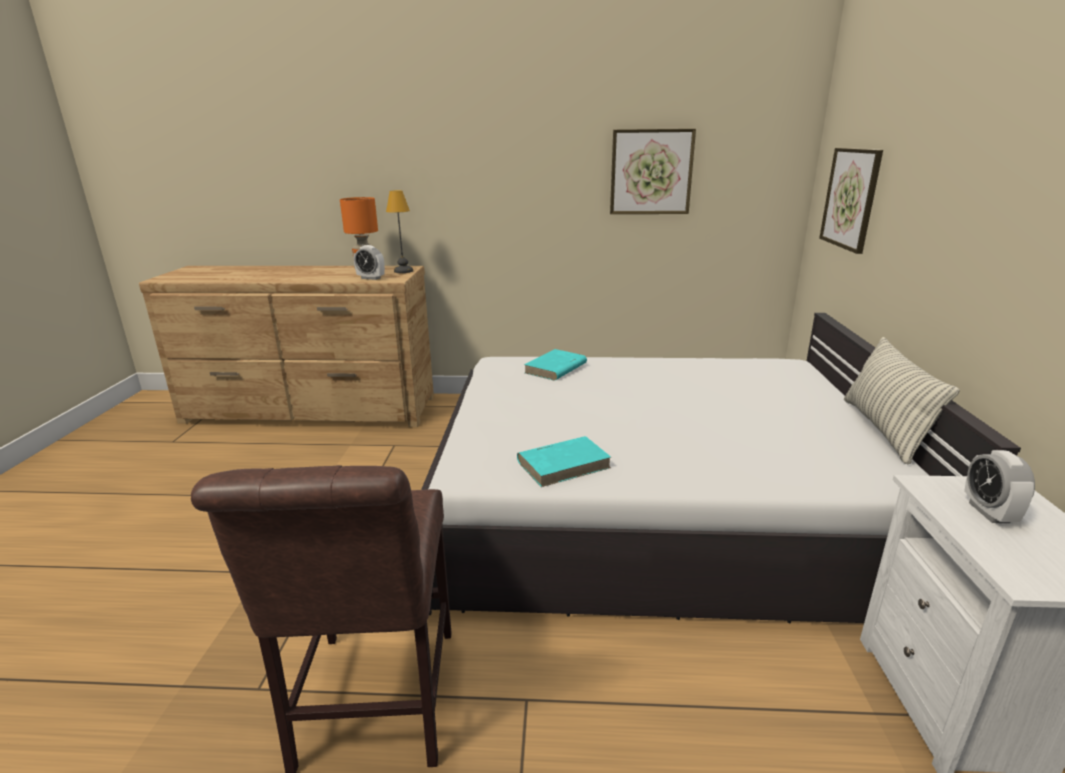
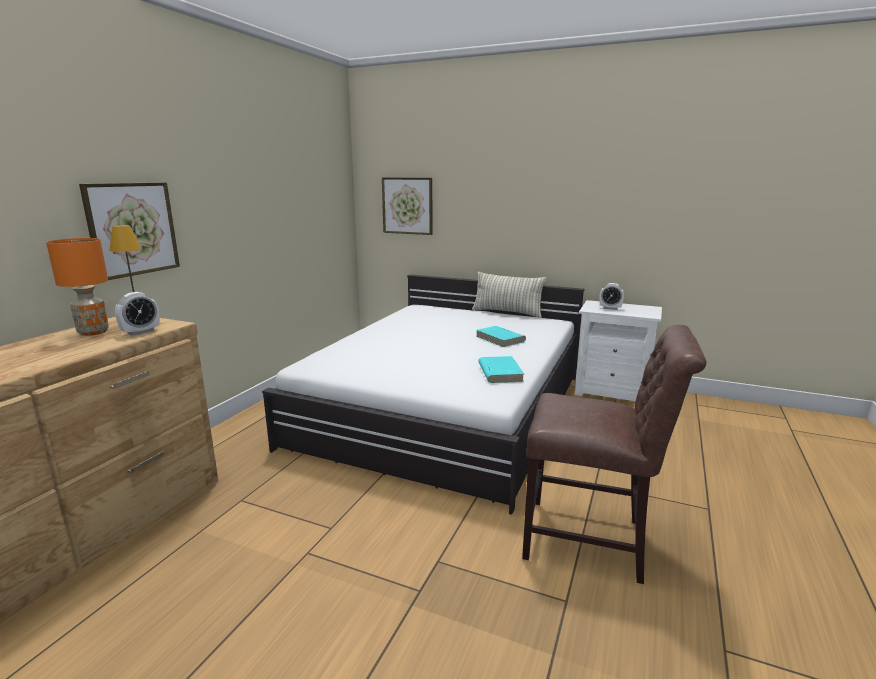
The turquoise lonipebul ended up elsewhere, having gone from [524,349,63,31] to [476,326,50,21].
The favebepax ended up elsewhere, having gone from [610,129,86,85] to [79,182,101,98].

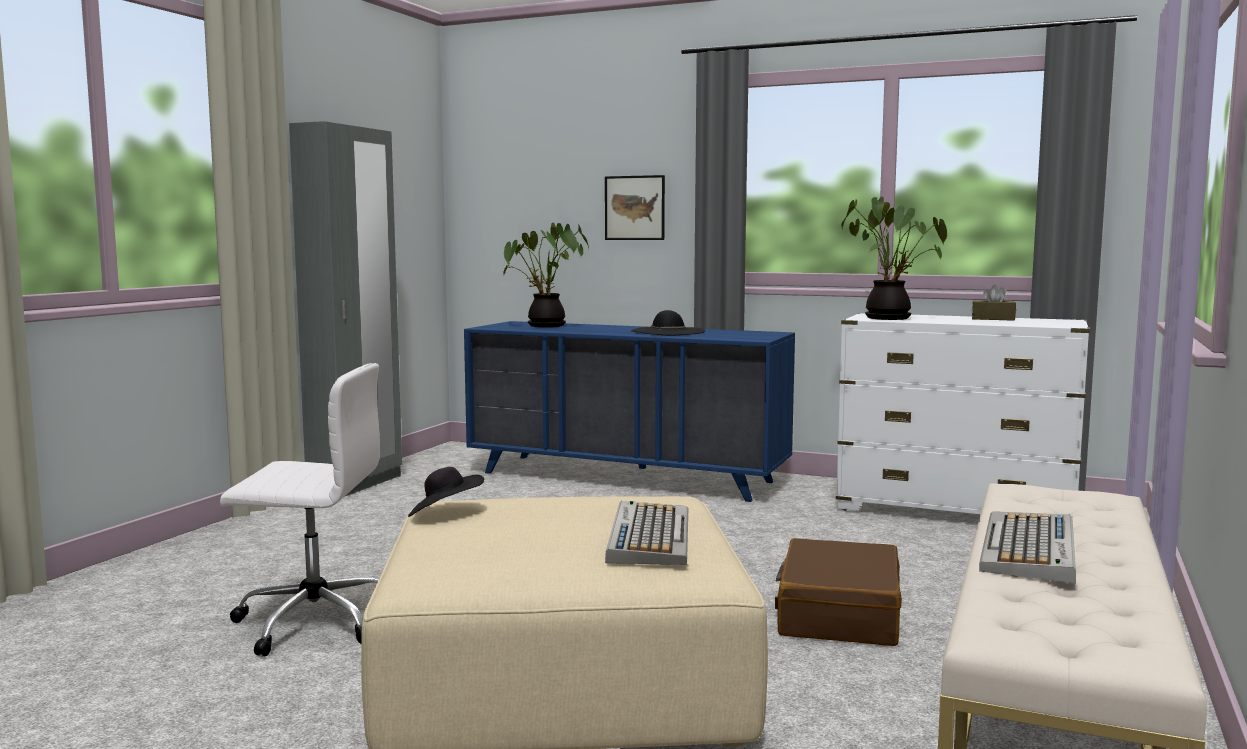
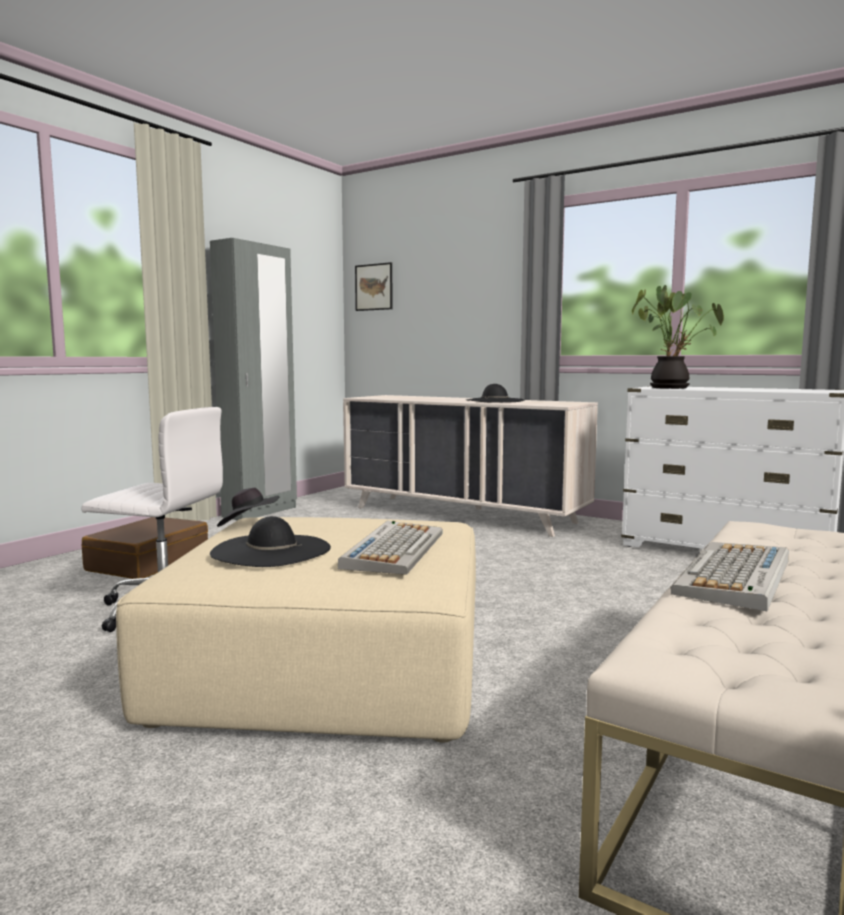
The second view lost the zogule at [503,223,86,104].
The second view lost the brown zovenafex at [972,285,44,36].
The second view gained the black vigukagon at [210,516,121,51].
The favebepax ended up elsewhere, having gone from [605,175,60,65] to [355,262,38,49].
The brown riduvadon ended up elsewhere, having gone from [775,538,127,108] to [82,517,126,62].
What was the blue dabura at [464,321,331,181] turned into the beige dabura at [343,395,255,142].

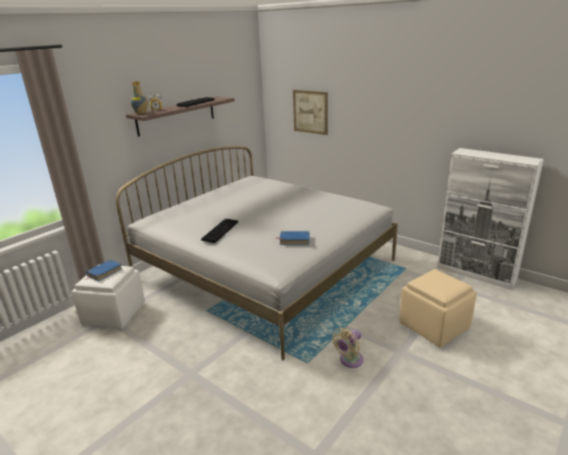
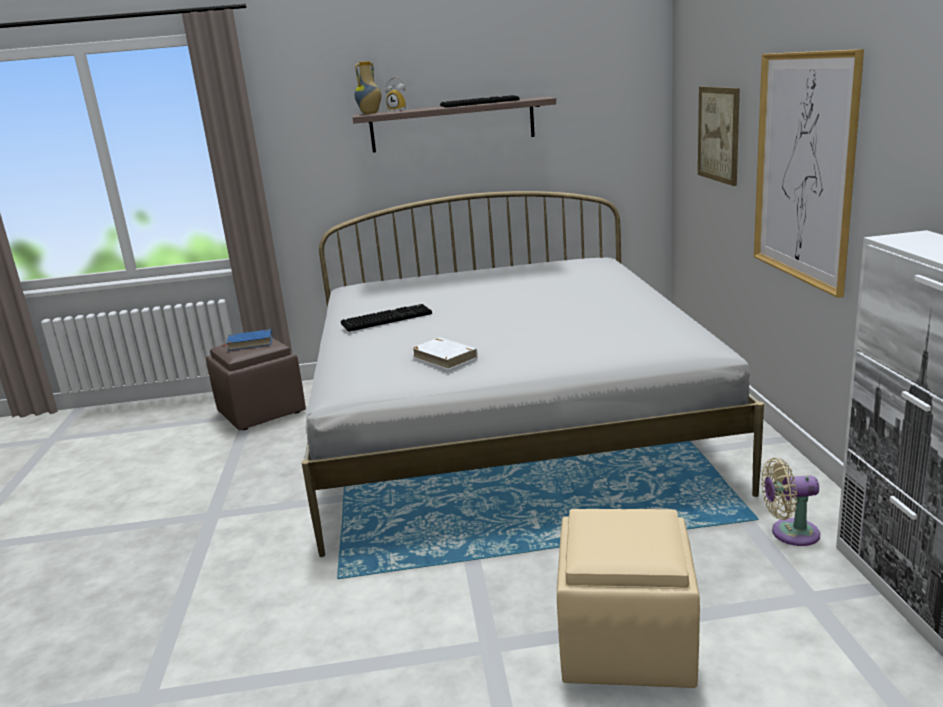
The second view gained the favebepax at [754,49,110,249].
The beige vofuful ended up elsewhere, having gone from [332,328,31,40] to [761,458,59,88].
What was the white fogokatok at [71,264,74,64] turned into the brown fogokatok at [206,337,100,93].
What was the blue lonipebul at [276,231,33,14] turned into the white lonipebul at [412,337,66,33].

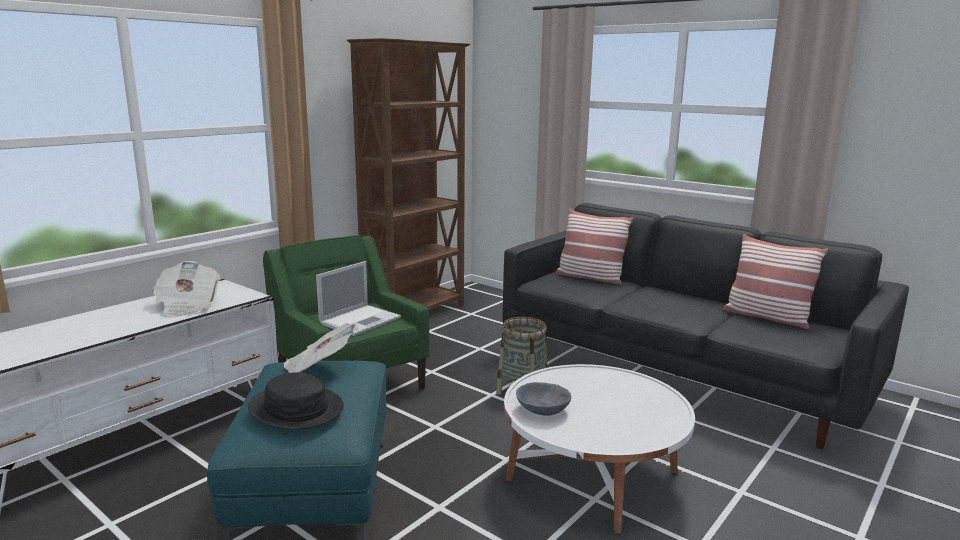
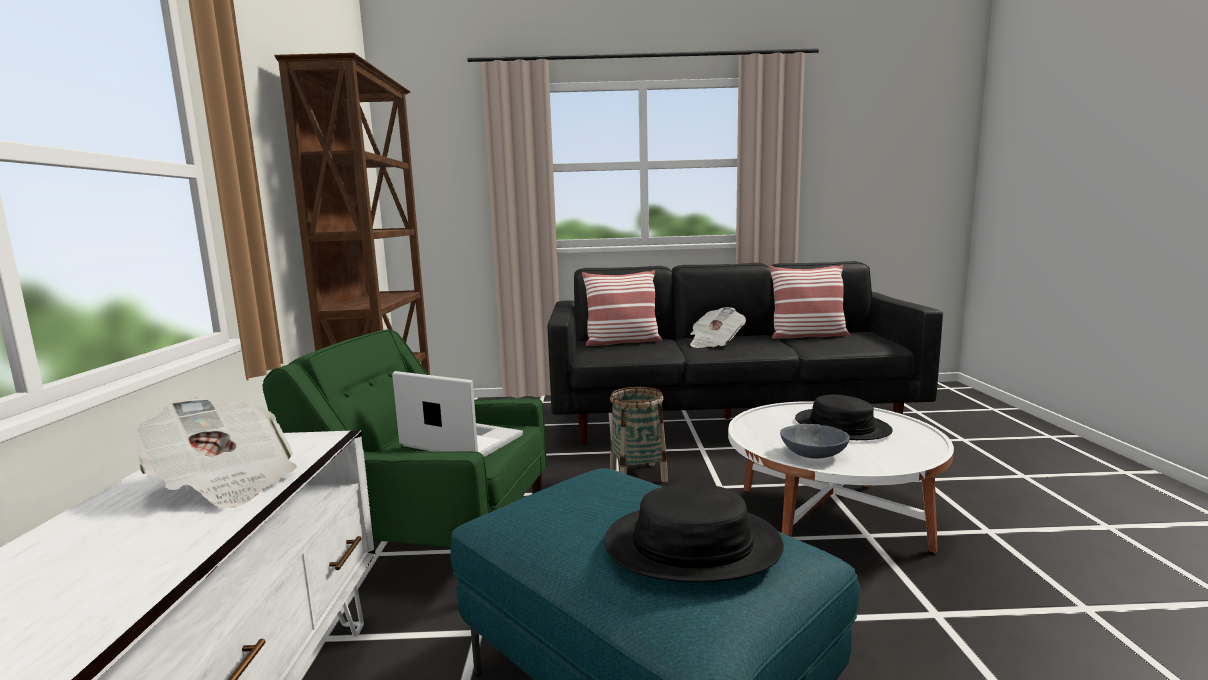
The second view gained the black vigukagon at [795,395,98,45].
The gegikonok ended up elsewhere, having gone from [283,323,75,50] to [690,307,56,41].
The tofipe at [316,261,85,75] ended up facing another way, 60 degrees counterclockwise from before.

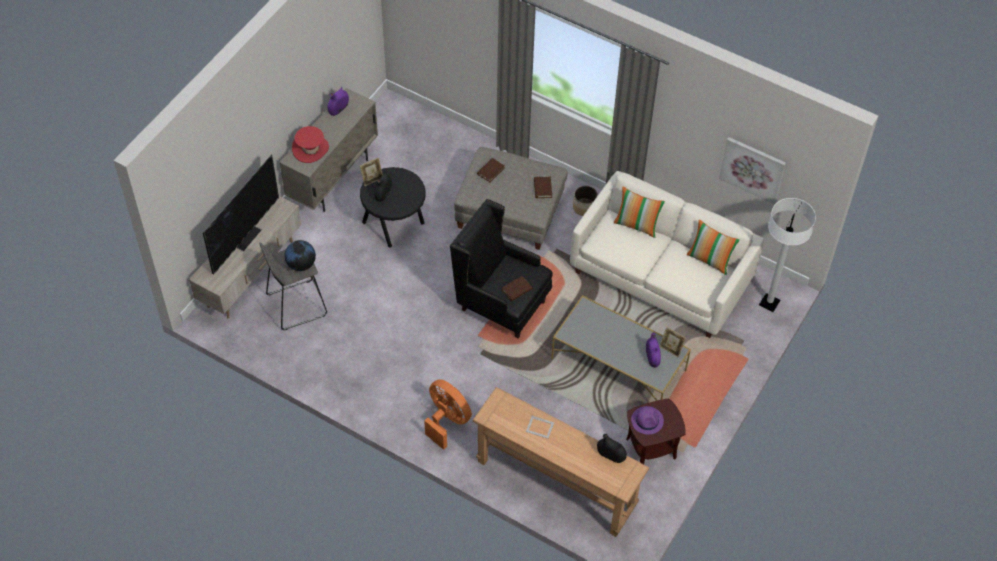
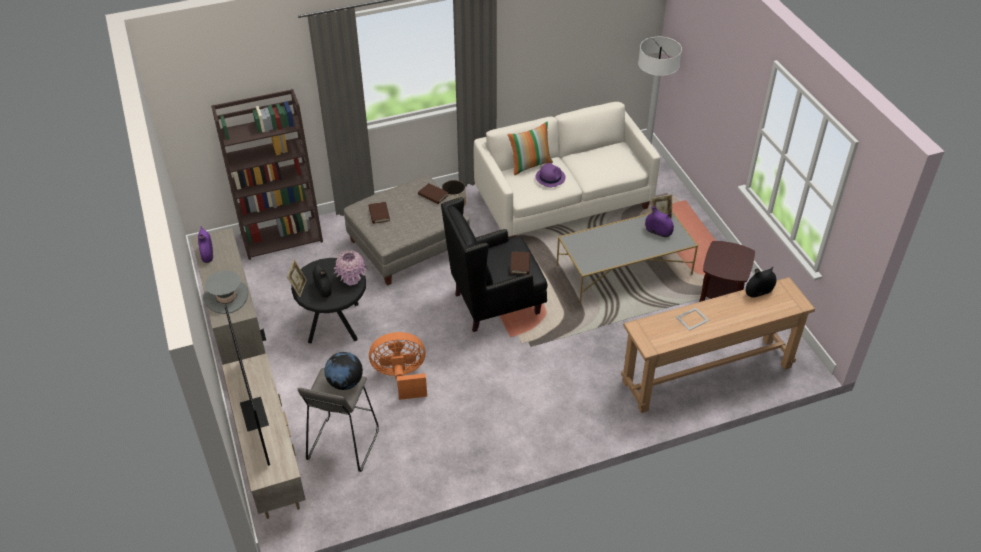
The second view lost the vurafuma at [687,219,53,56].
The second view lost the favebepax at [719,137,67,67].
The second view gained the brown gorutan at [211,89,112,171].
The second view gained the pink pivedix at [334,250,33,36].
The orange vofuful ended up elsewhere, having gone from [424,379,48,71] to [369,332,58,68].
The purple vigukagon ended up elsewhere, having gone from [631,406,33,29] to [535,163,31,24].
What was the red vigukagon at [292,126,37,37] turned into the grey vigukagon at [203,270,45,44].

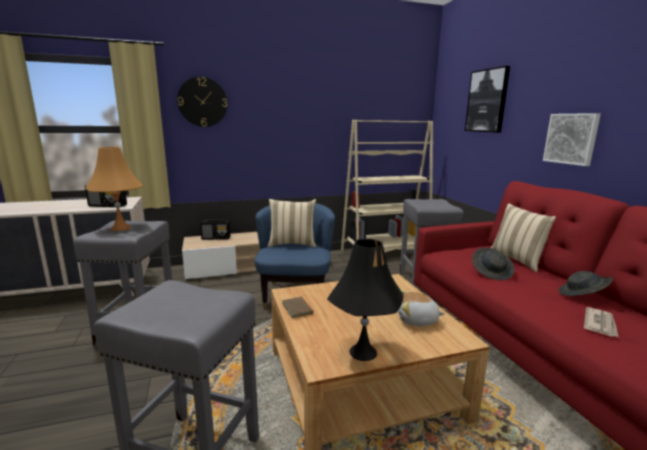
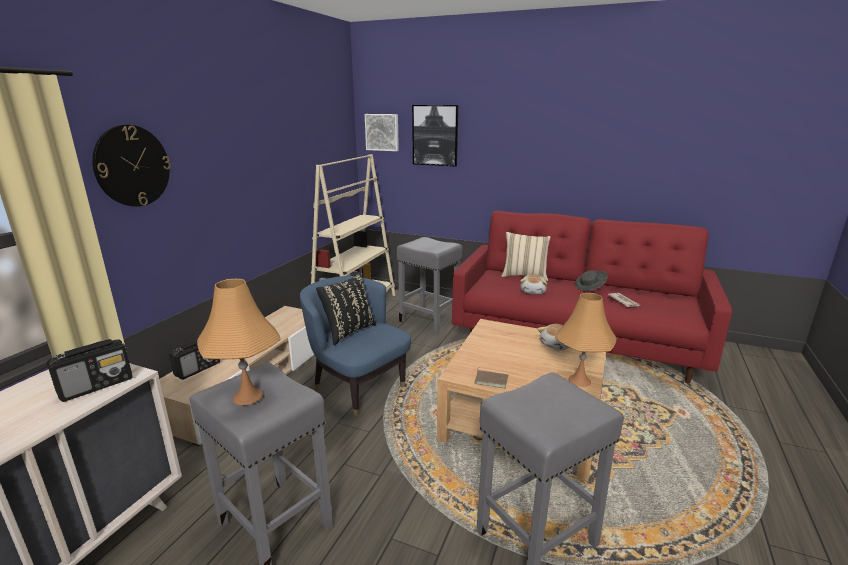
The favebepax ended up elsewhere, having gone from [543,113,58,53] to [365,114,34,37].
Where the grey vigukagon stood at [472,247,43,33], the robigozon came to stand at [520,274,27,20].
What was the beige vurafuma at [268,199,48,48] turned into the black vurafuma at [316,272,60,73].
What was the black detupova at [327,239,76,122] turned into the orange detupova at [555,293,61,94].

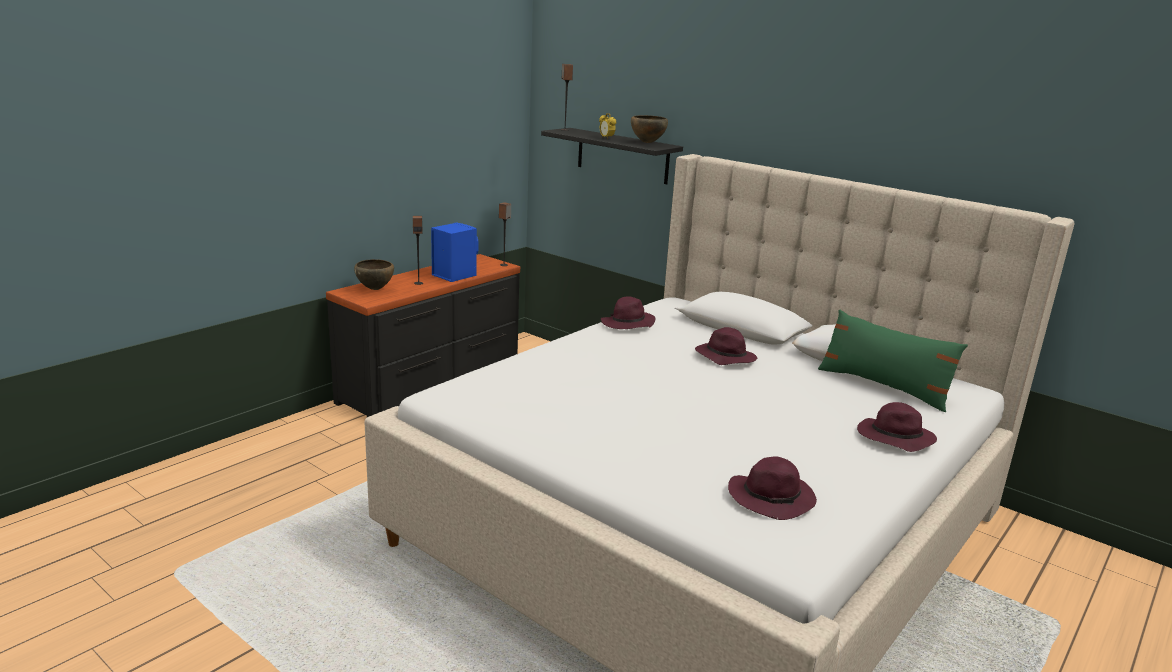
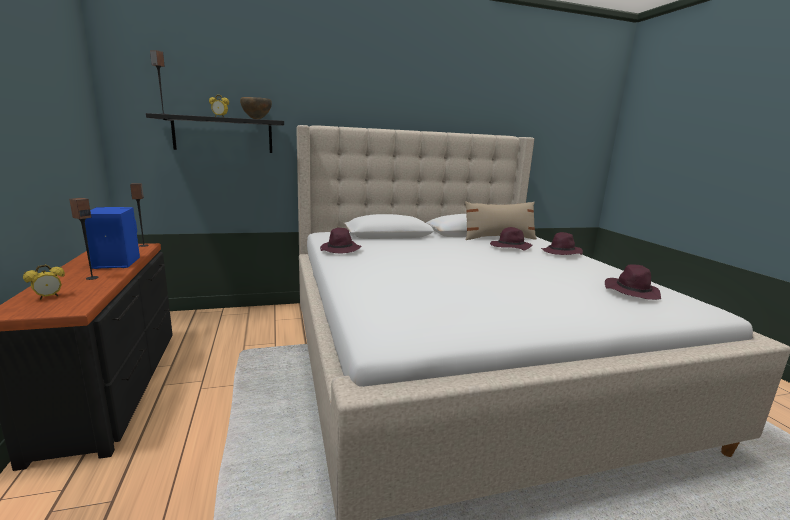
The purple vigukagon ended up elsewhere, having gone from [695,327,62,38] to [490,227,42,24].
Where the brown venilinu stood at [354,259,40,31], the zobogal came to stand at [23,265,42,35].
What was the green vurafuma at [818,310,150,102] turned into the beige vurafuma at [465,201,72,39].

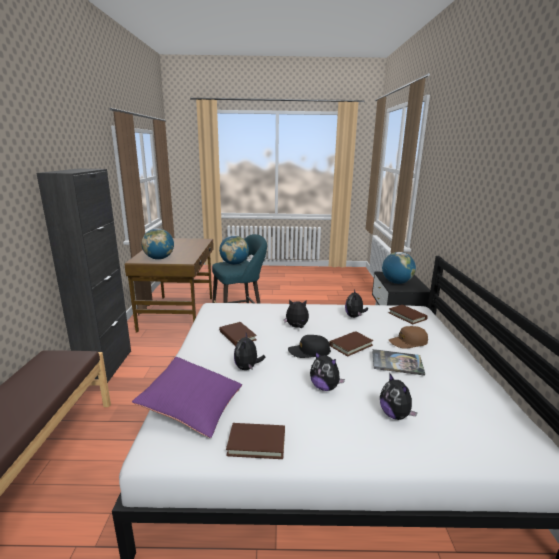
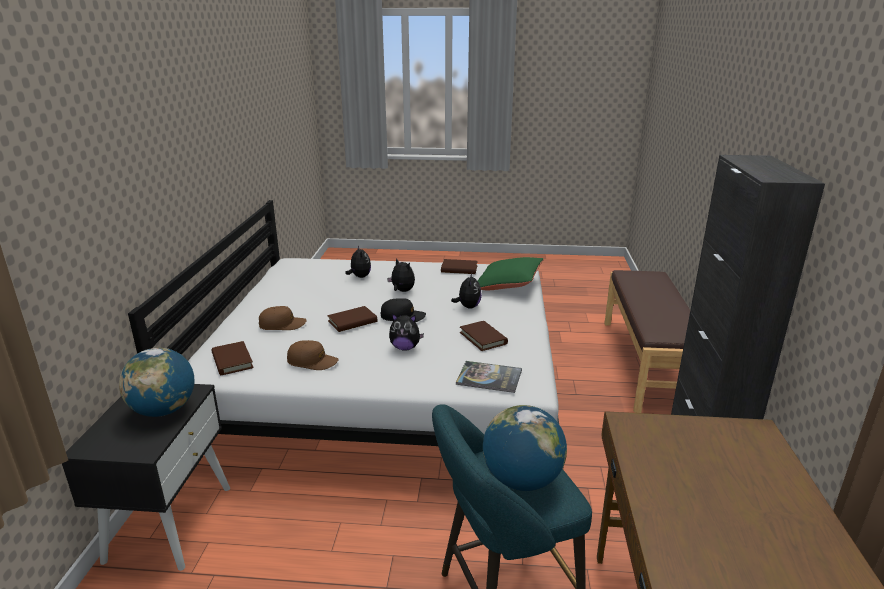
The second view lost the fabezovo at [142,229,32,31].
The lonipebul ended up elsewhere, having gone from [372,349,53,27] to [456,361,66,32].
Where the robigozon stood at [345,289,23,29], the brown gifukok came to stand at [287,340,52,30].
What was the purple vurafuma at [132,357,110,81] turned into the green vurafuma at [477,257,67,33].

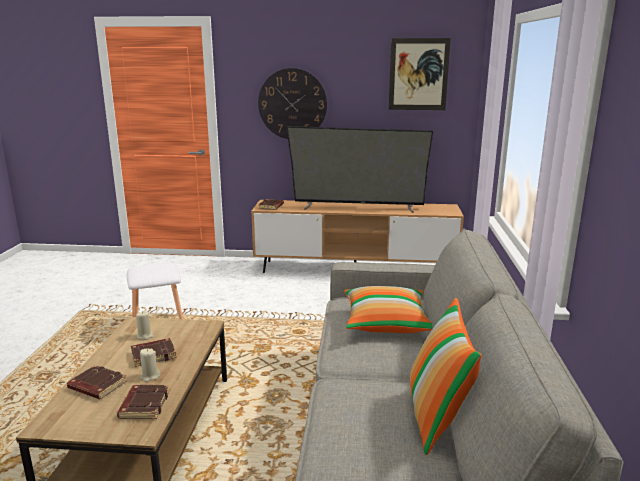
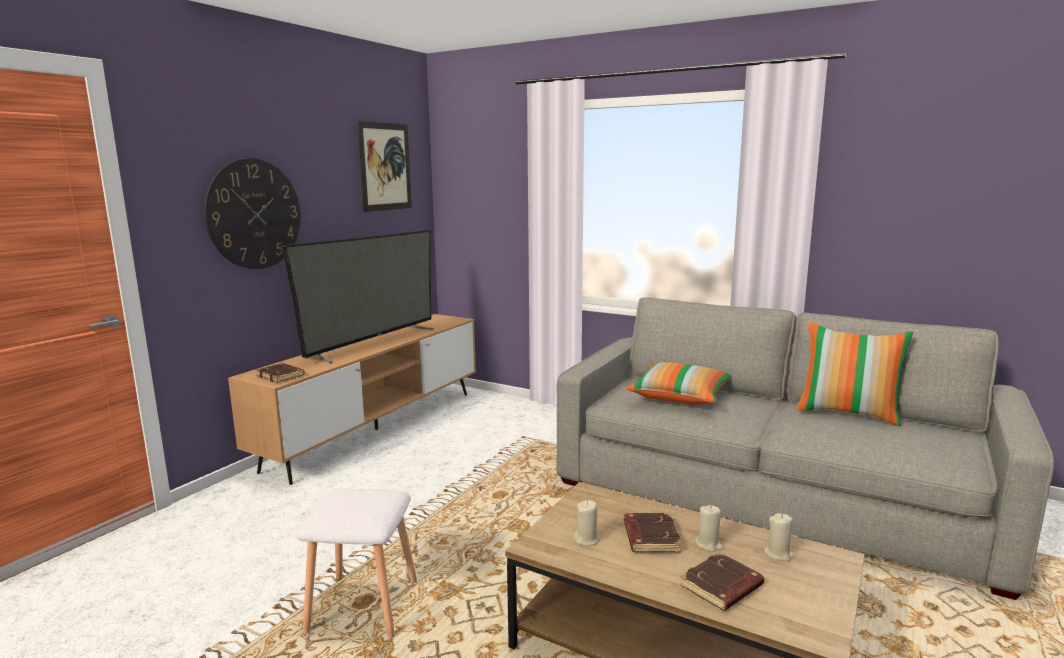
Where the brown lonipebul stood at [117,385,52,34], the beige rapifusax came to stand at [764,513,31,48].

